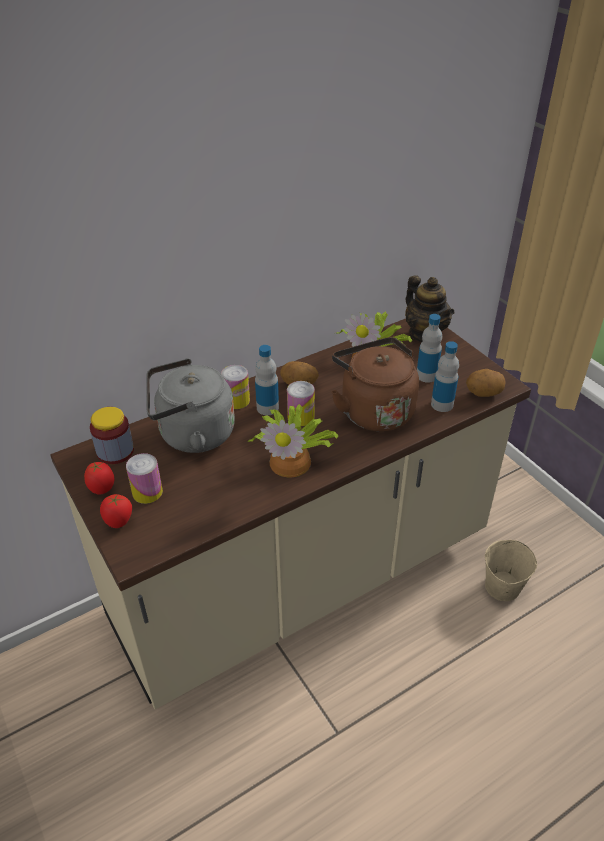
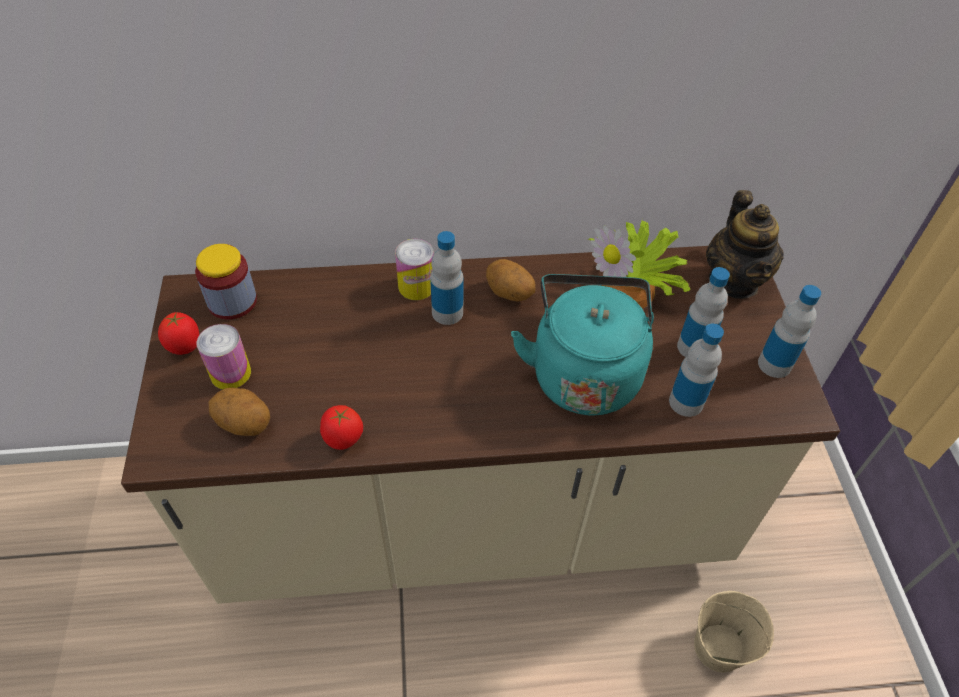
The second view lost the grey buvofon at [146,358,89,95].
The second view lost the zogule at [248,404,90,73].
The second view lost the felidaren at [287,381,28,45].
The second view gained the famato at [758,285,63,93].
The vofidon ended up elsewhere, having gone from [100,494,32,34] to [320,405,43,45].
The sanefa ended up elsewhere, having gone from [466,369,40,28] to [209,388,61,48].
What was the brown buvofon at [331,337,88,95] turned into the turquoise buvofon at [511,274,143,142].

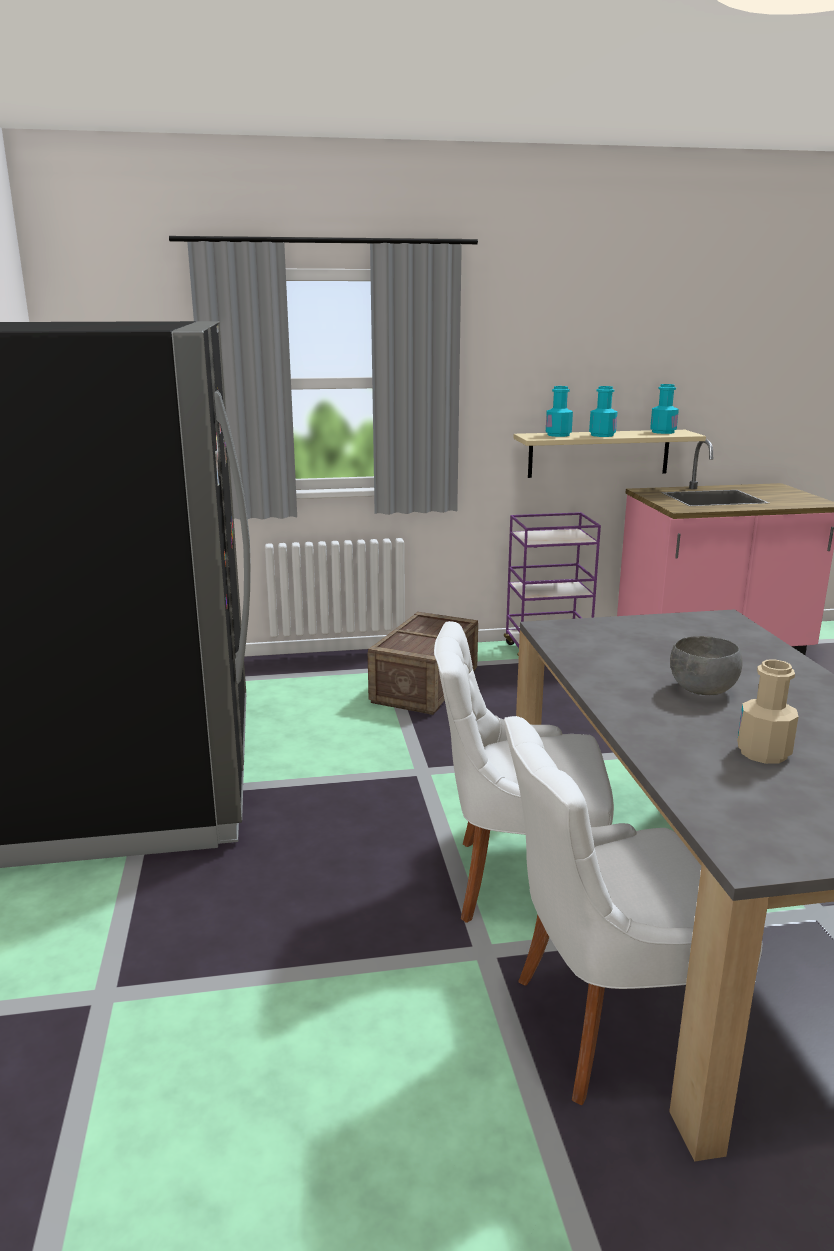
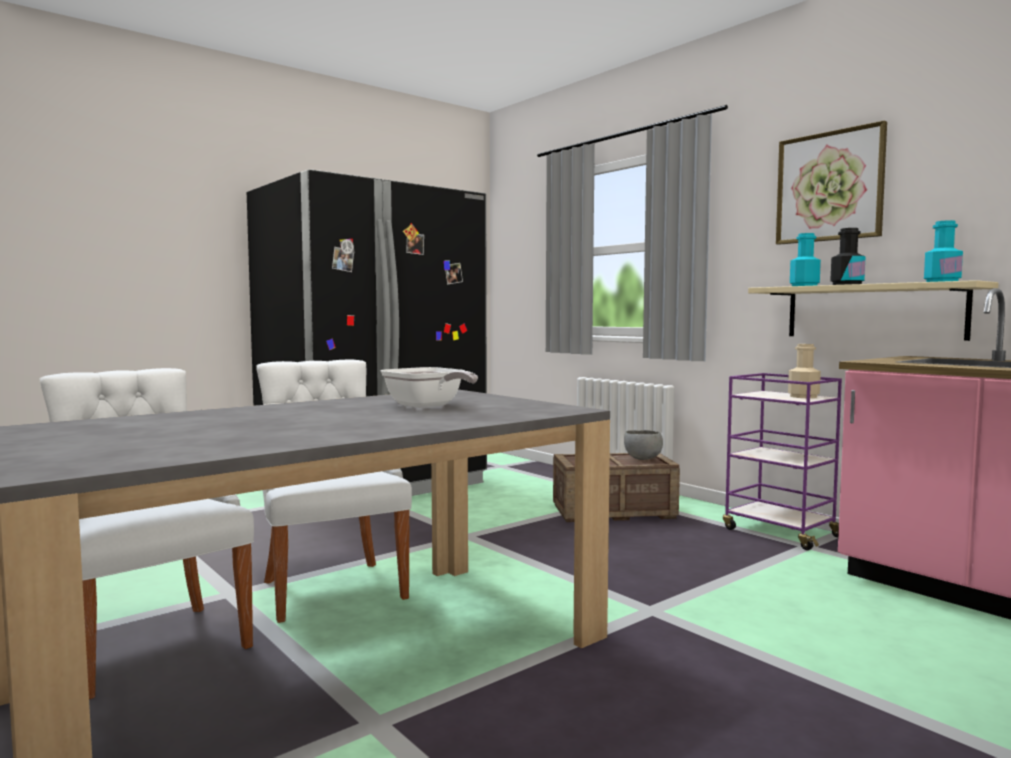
The second view gained the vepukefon at [381,367,97,41].
The second view gained the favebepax at [776,121,111,124].
The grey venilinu ended up elsewhere, having gone from [670,636,72,59] to [624,430,39,30].
The beige famato ended up elsewhere, having gone from [737,660,62,104] to [788,344,33,54].
What was the turquoise famato at [589,386,28,51] turned into the black famato at [830,228,36,57].

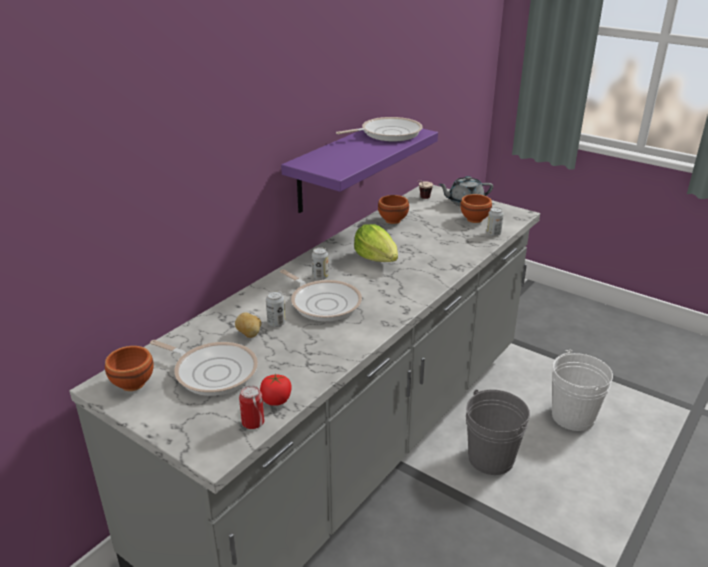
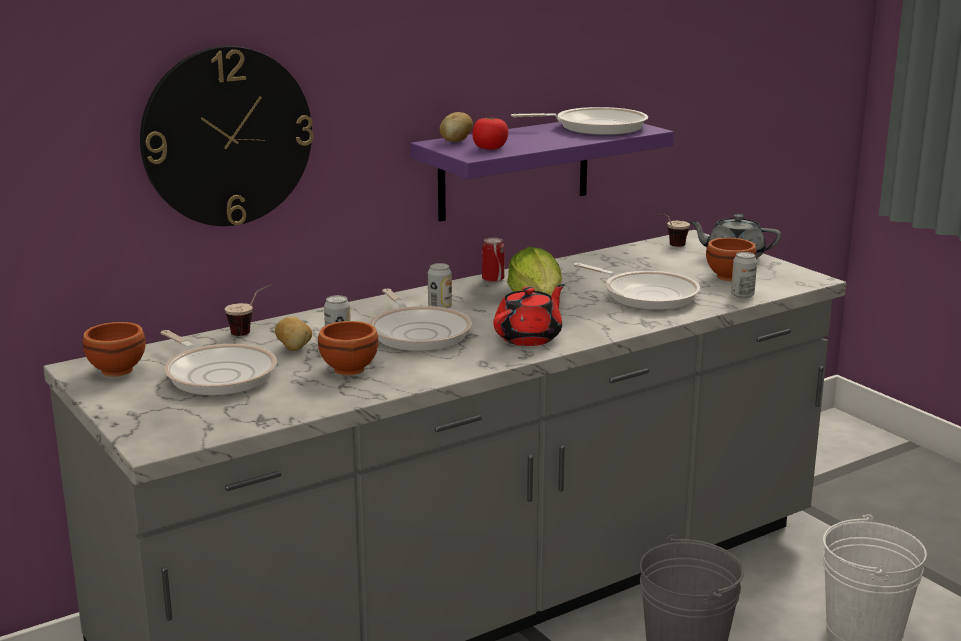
The second view gained the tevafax at [140,46,174,180].
The second view gained the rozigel at [225,284,47,52].
The second view gained the sanefa at [439,112,34,30].
The second view gained the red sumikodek at [493,284,71,62].
The second view gained the vepukefon at [574,263,126,47].
The felidaren ended up elsewhere, having gone from [239,385,25,44] to [482,238,23,44].
The vofidon ended up elsewhere, having gone from [260,373,32,33] to [472,117,36,33].
The brown venilinu ended up elsewhere, having gone from [378,195,31,29] to [318,321,61,55].

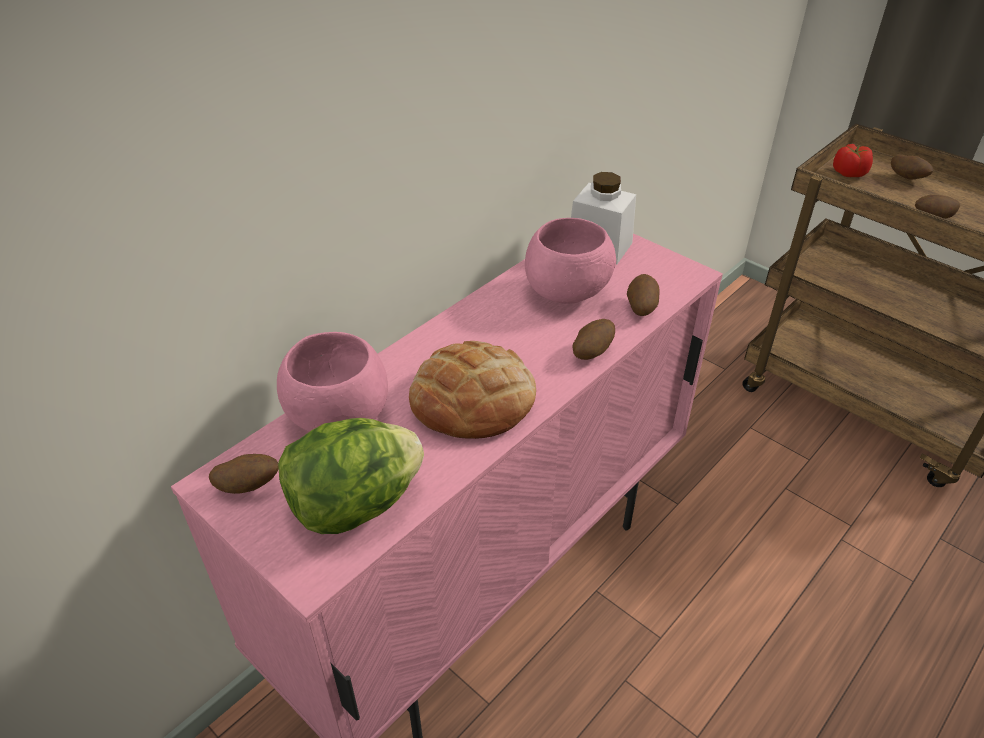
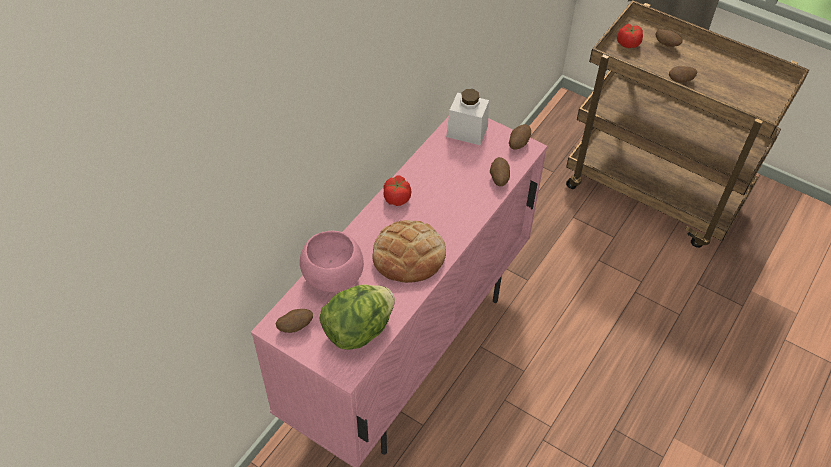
The second view lost the pink venilinu at [525,218,91,86].
The second view gained the vofidon at [383,175,28,31].
The sanefa ended up elsewhere, having gone from [572,319,43,41] to [509,124,22,26].

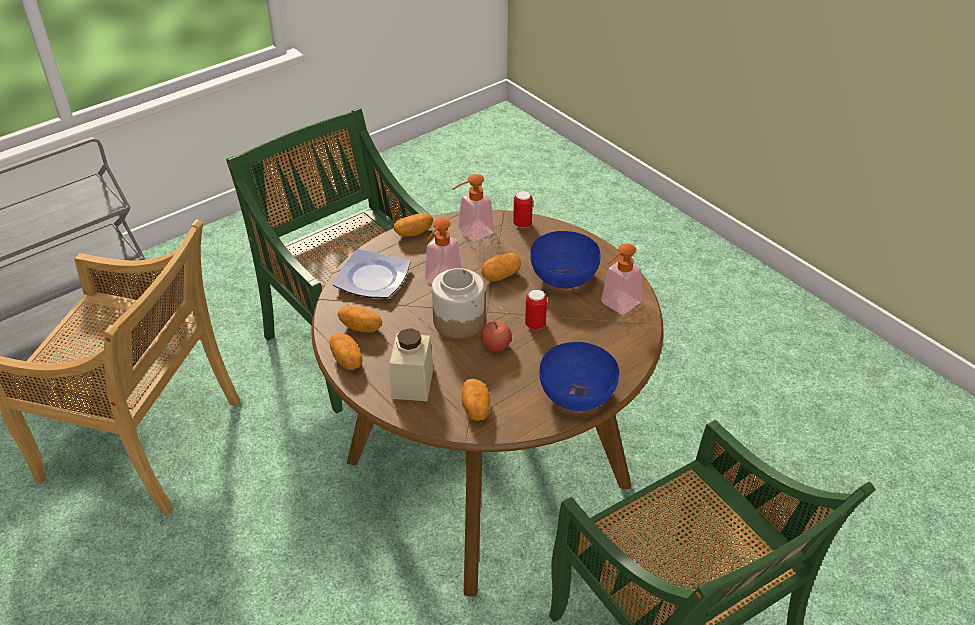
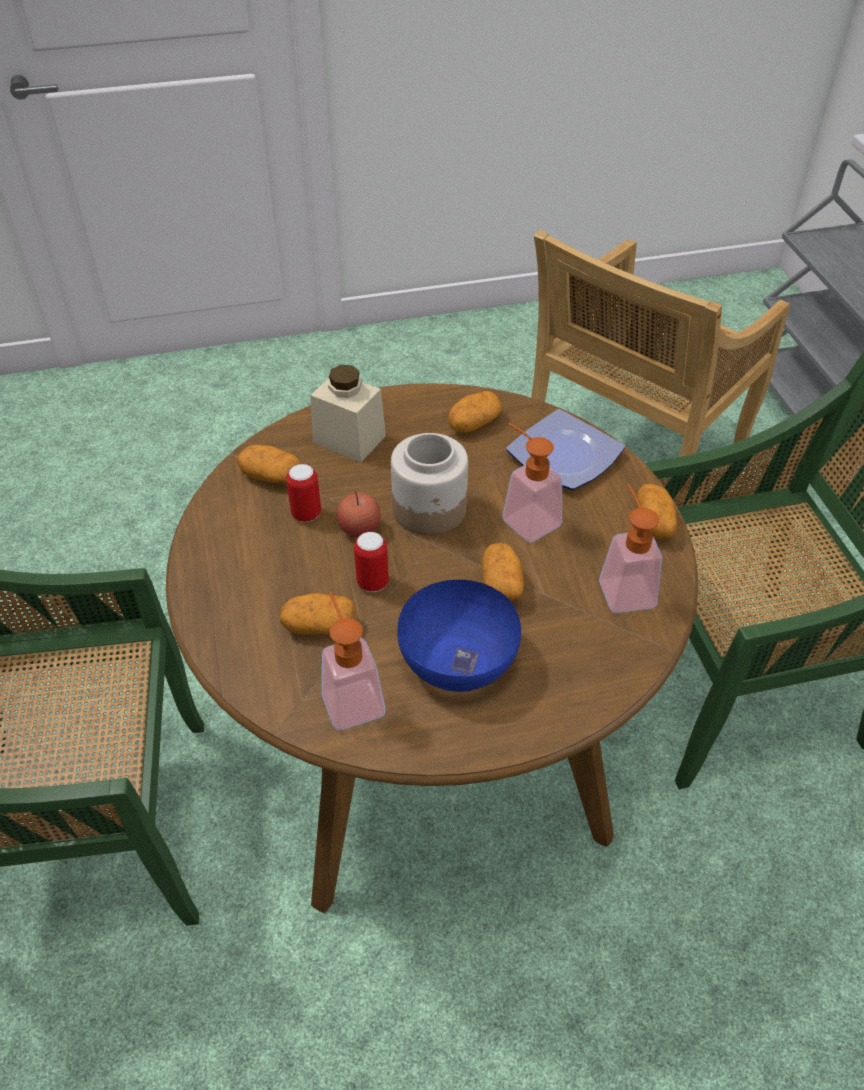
The second view lost the blue venilinu at [539,342,80,69].
The sanefa ended up elsewhere, having gone from [329,334,34,36] to [280,593,75,42].
The felidaren ended up elsewhere, having gone from [513,191,20,37] to [286,464,35,58].

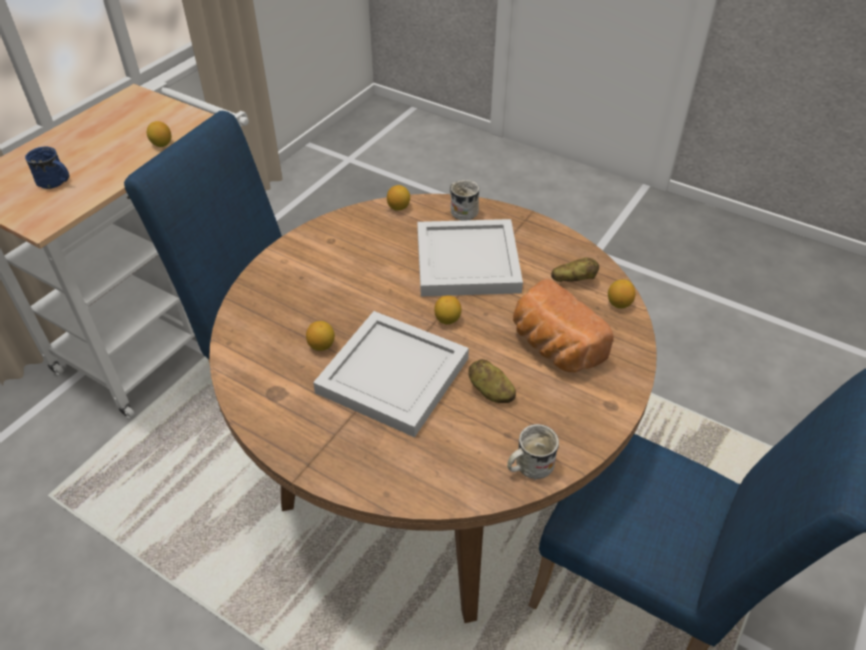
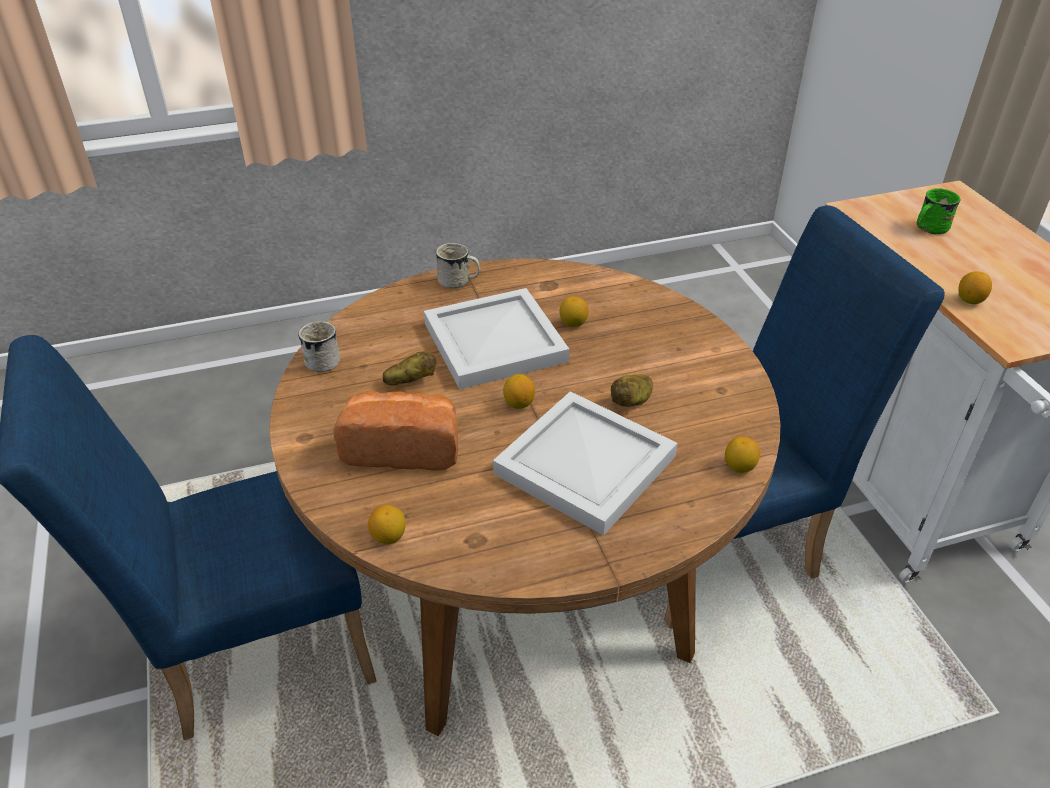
The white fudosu ended up elsewhere, having gone from [450,180,29,41] to [436,243,44,46].
The sanefa ended up elsewhere, having gone from [551,258,48,24] to [611,374,42,33].
What was the blue fudosu at [25,147,44,42] turned into the green fudosu at [917,188,43,47].

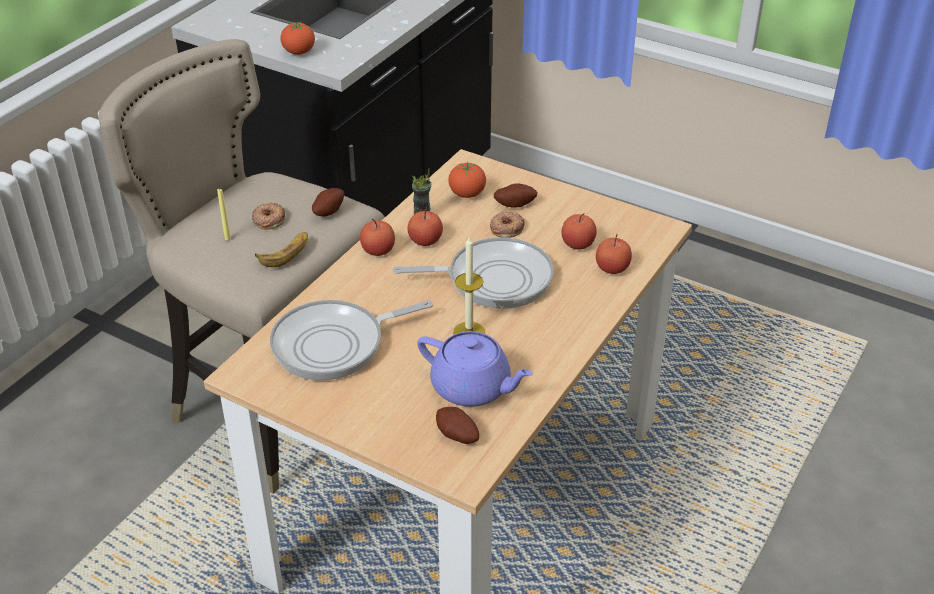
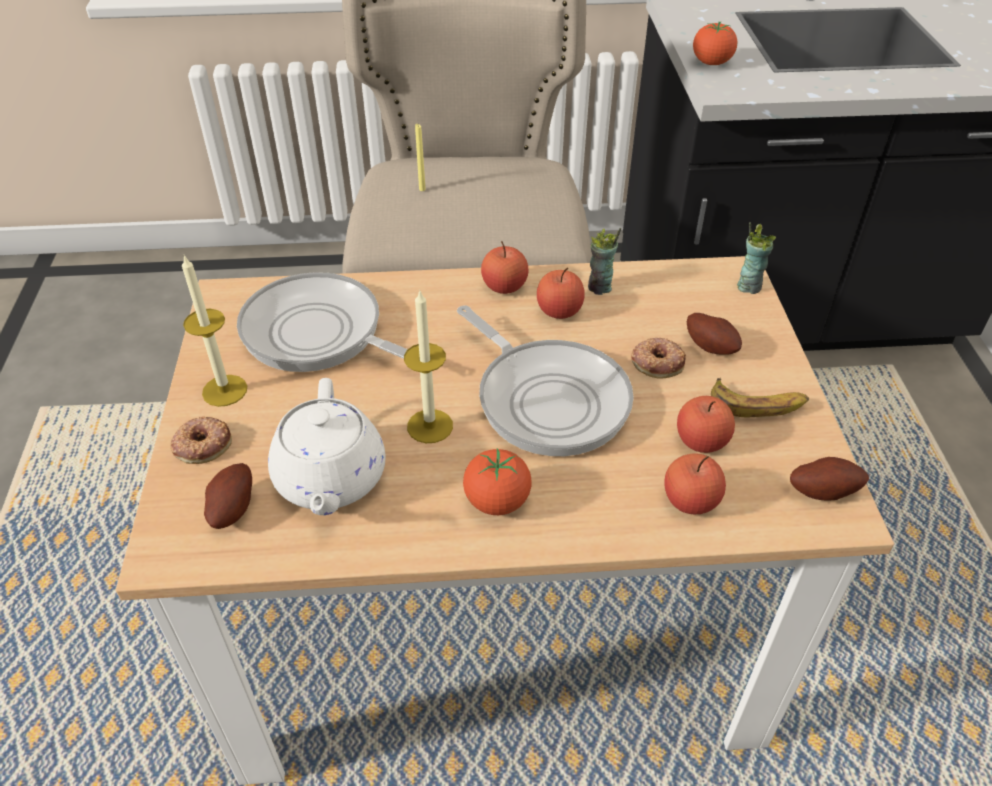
The second view gained the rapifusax at [182,255,65,152].
The second view gained the rozigel at [737,222,39,72].
The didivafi ended up elsewhere, having gone from [252,202,33,27] to [171,417,61,47].
The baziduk ended up elsewhere, having gone from [255,232,53,35] to [711,378,98,39].
The sanefa ended up elsewhere, having gone from [312,188,32,29] to [790,457,79,44].
The vofidon ended up elsewhere, having gone from [448,162,38,36] to [463,448,69,67].
What was the purple sumikodek at [417,331,116,76] turned into the white sumikodek at [268,378,118,137].

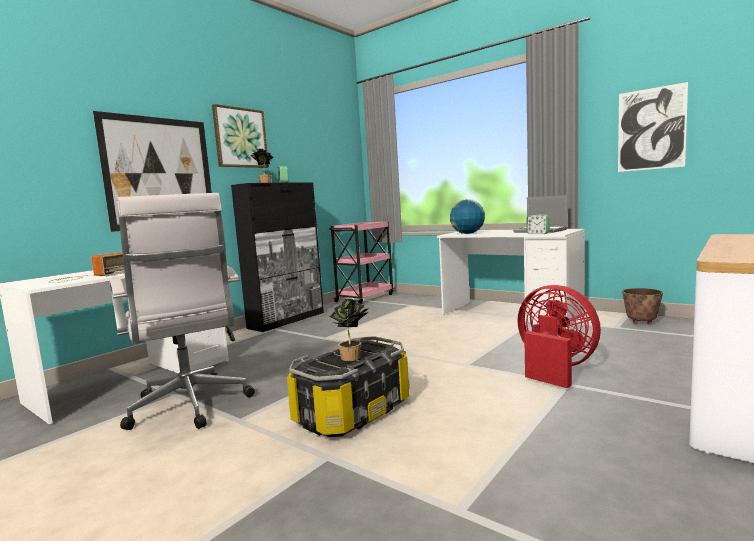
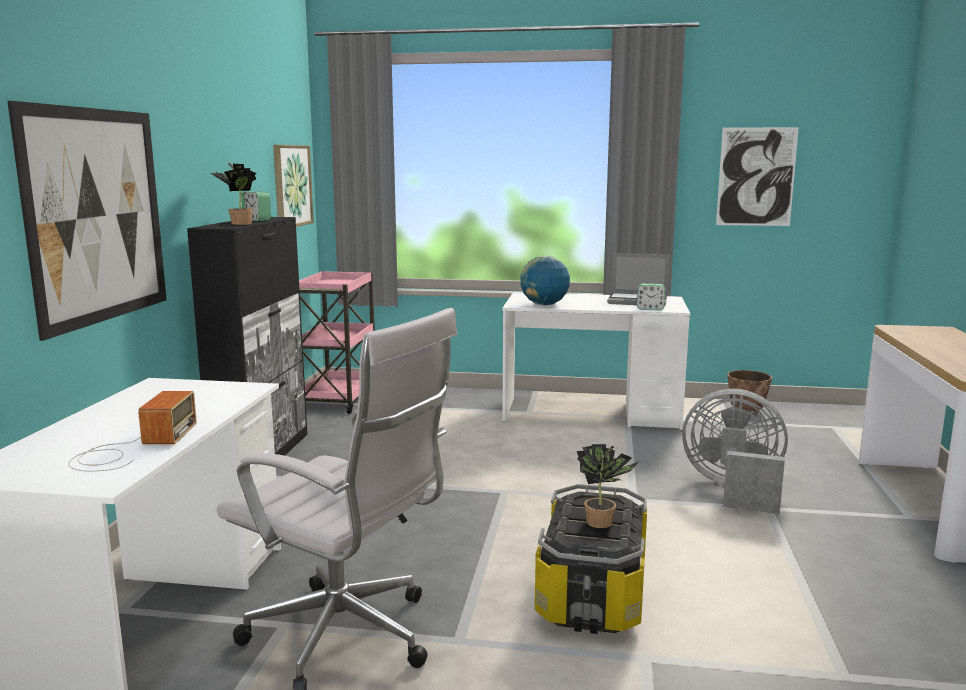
The favebepax ended up elsewhere, having gone from [212,104,57,64] to [273,145,41,82].
What was the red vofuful at [517,285,84,103] turned into the grey vofuful at [682,389,106,125].

